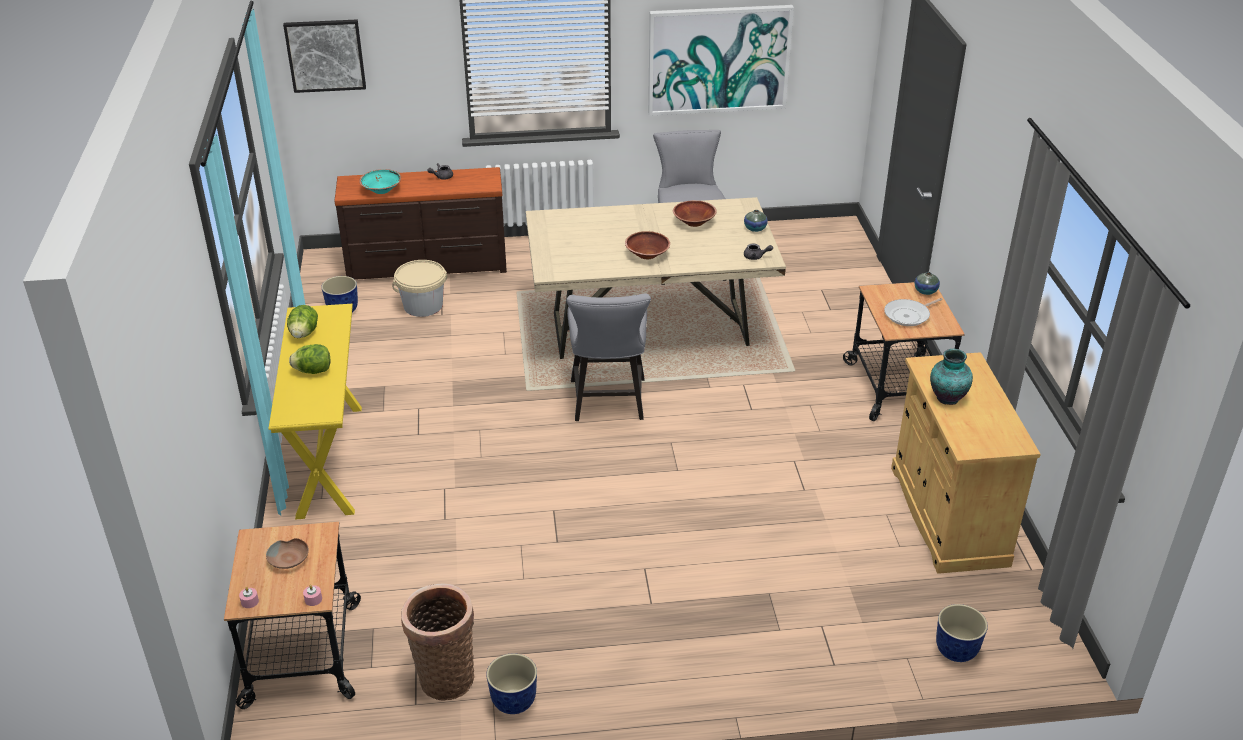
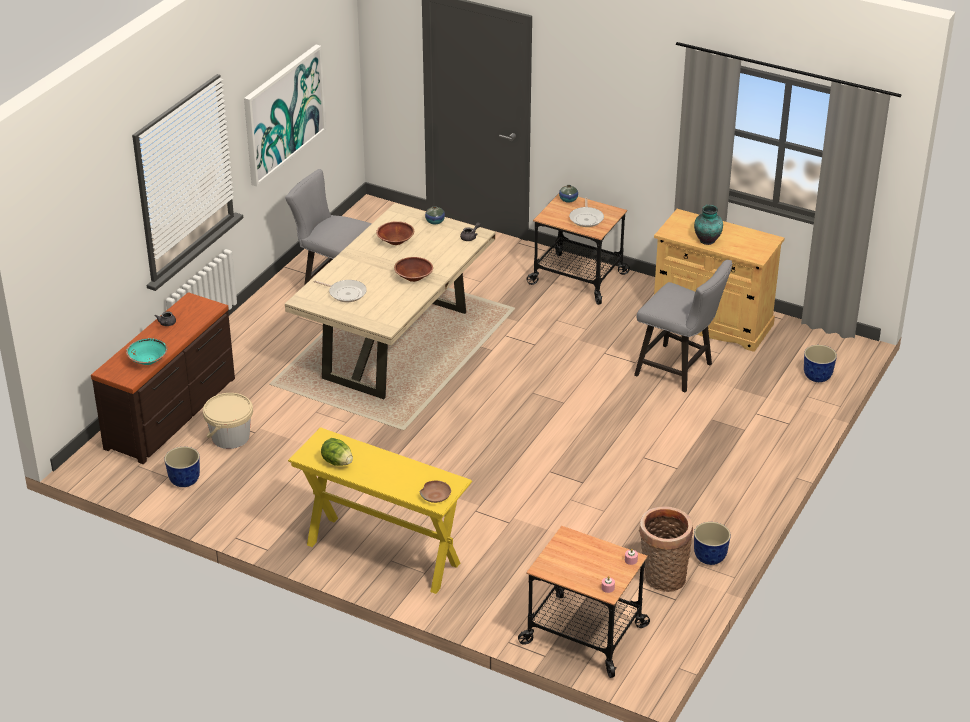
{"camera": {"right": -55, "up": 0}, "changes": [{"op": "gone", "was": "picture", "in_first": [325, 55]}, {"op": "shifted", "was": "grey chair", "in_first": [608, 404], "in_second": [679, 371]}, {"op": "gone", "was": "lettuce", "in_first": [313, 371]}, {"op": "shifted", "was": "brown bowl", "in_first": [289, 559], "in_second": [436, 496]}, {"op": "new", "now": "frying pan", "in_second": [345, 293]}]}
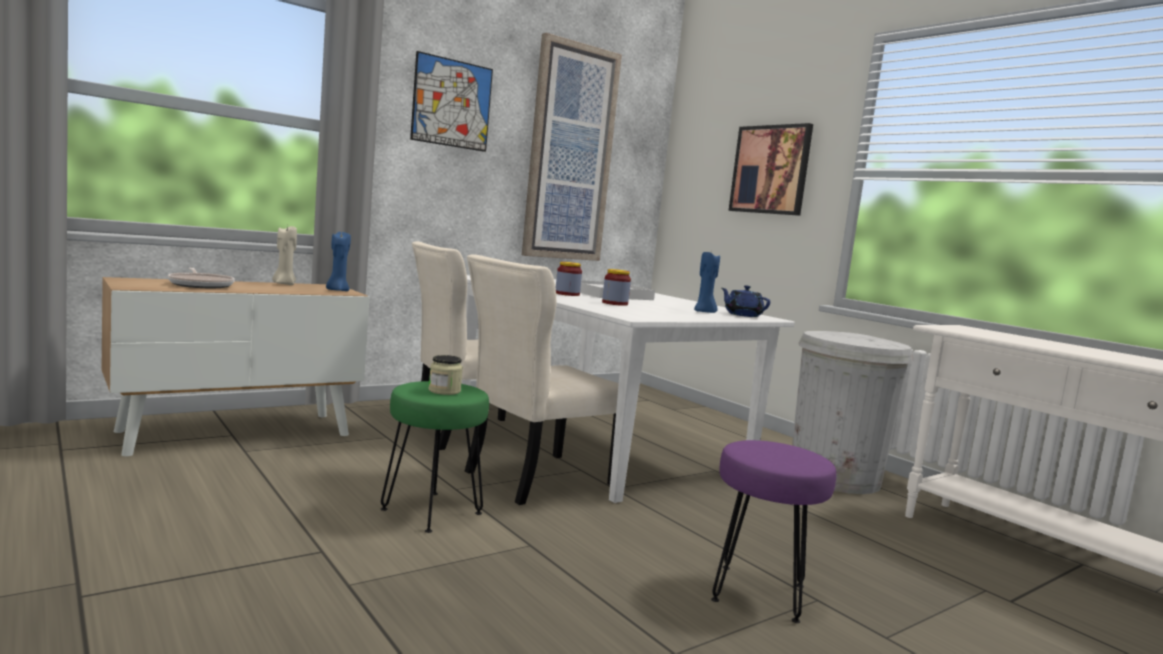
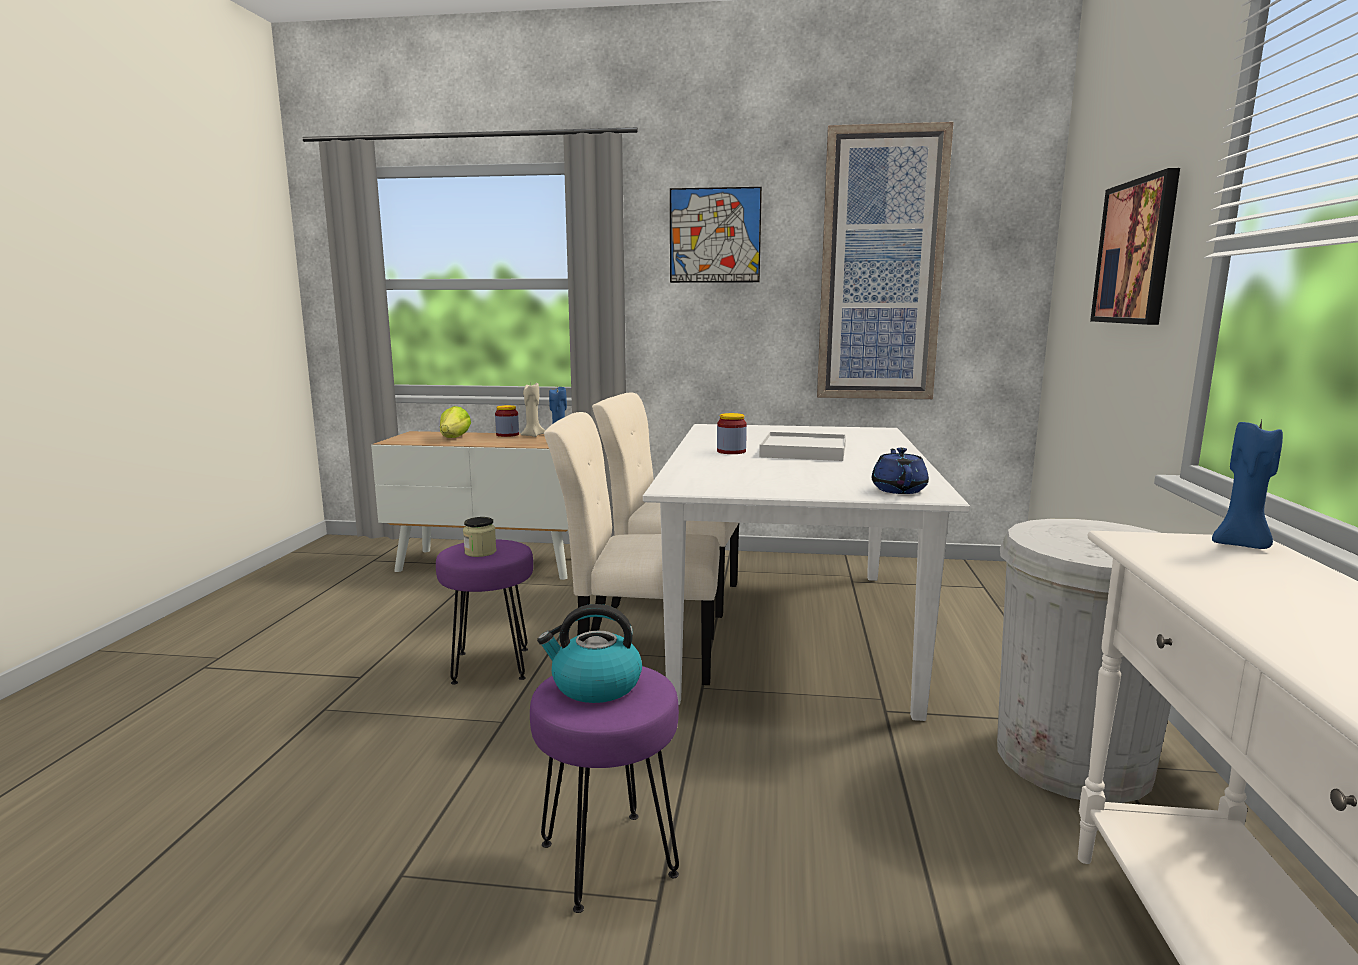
{"camera": {"right": 45, "up": 5}, "changes": [{"op": "shifted", "was": "blue candle", "in_first": [704, 312], "in_second": [1241, 545]}, {"op": "swapped", "was": "frying pan", "now": "lettuce", "in_first": [201, 285], "in_second": [454, 438]}, {"op": "shifted", "was": "jar", "in_first": [615, 303], "in_second": [507, 435]}, {"op": "repainted", "was": "green stool", "now": "purple stool", "in_first": [431, 511], "in_second": [492, 665]}, {"op": "new", "now": "kettle", "in_second": [595, 686]}]}
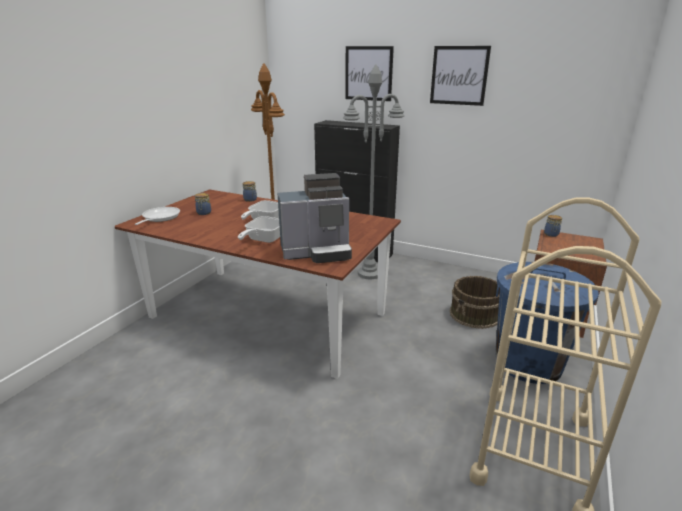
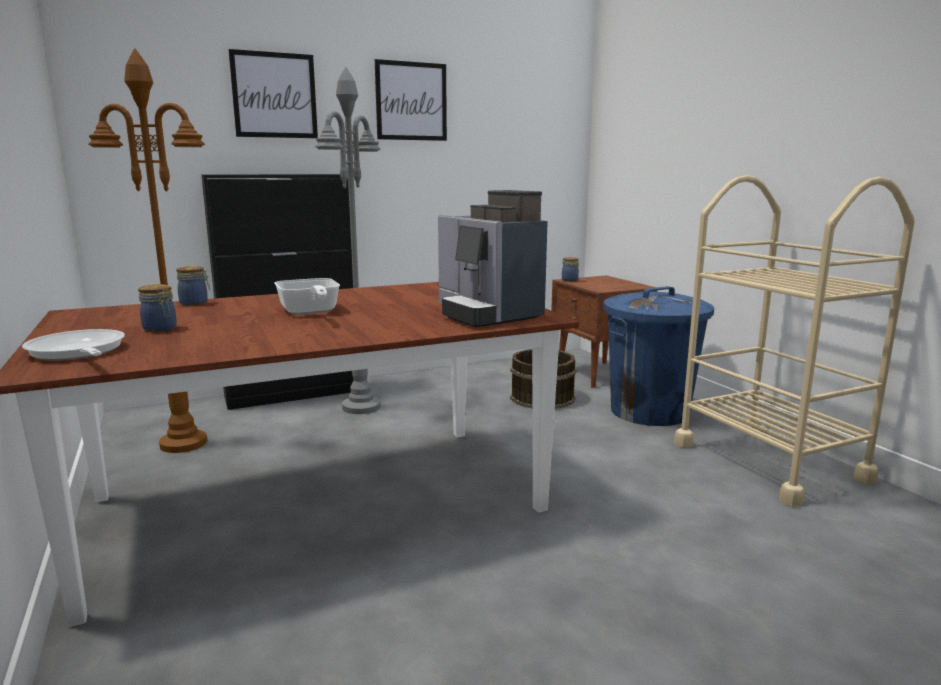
{"camera": {"right": -50, "up": -10}, "changes": [{"op": "rotated", "was": "coffee machine", "in_first": [317, 252], "in_second": [486, 314], "clockwise": 120}, {"op": "gone", "was": "frying pan", "in_first": [263, 240]}]}
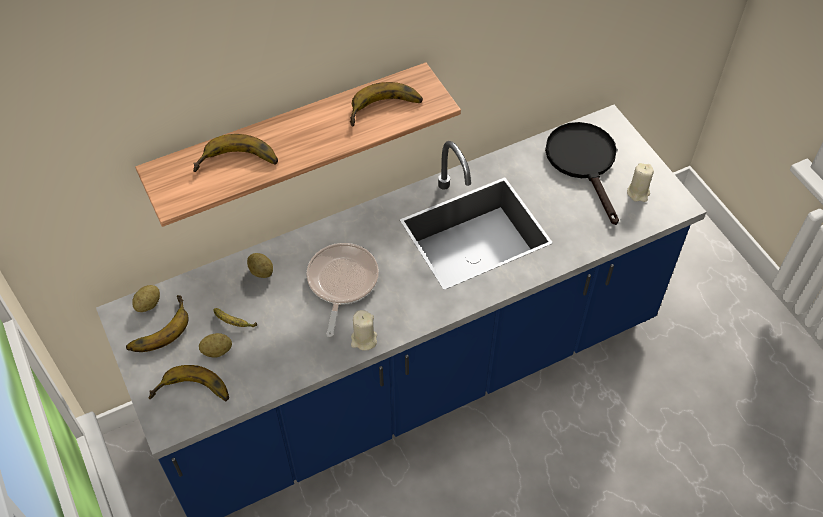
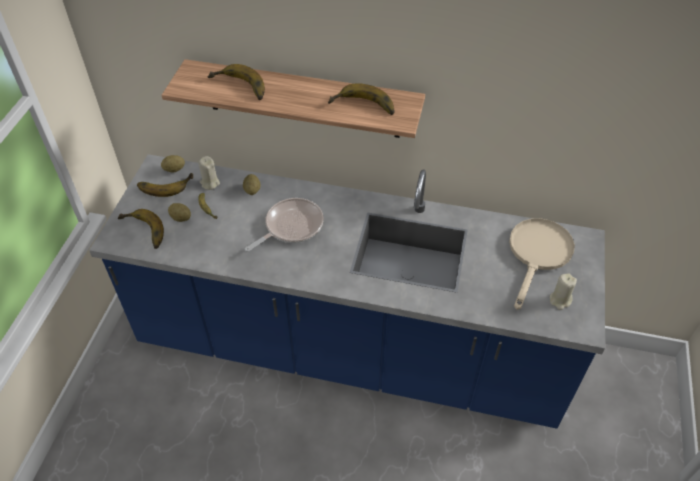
{"camera": {"right": 40, "up": -5}, "changes": [{"op": "repainted", "was": "black frying pan", "now": "beige frying pan", "in_first": [584, 162], "in_second": [538, 255]}, {"op": "shifted", "was": "beige candle", "in_first": [364, 340], "in_second": [210, 183]}]}
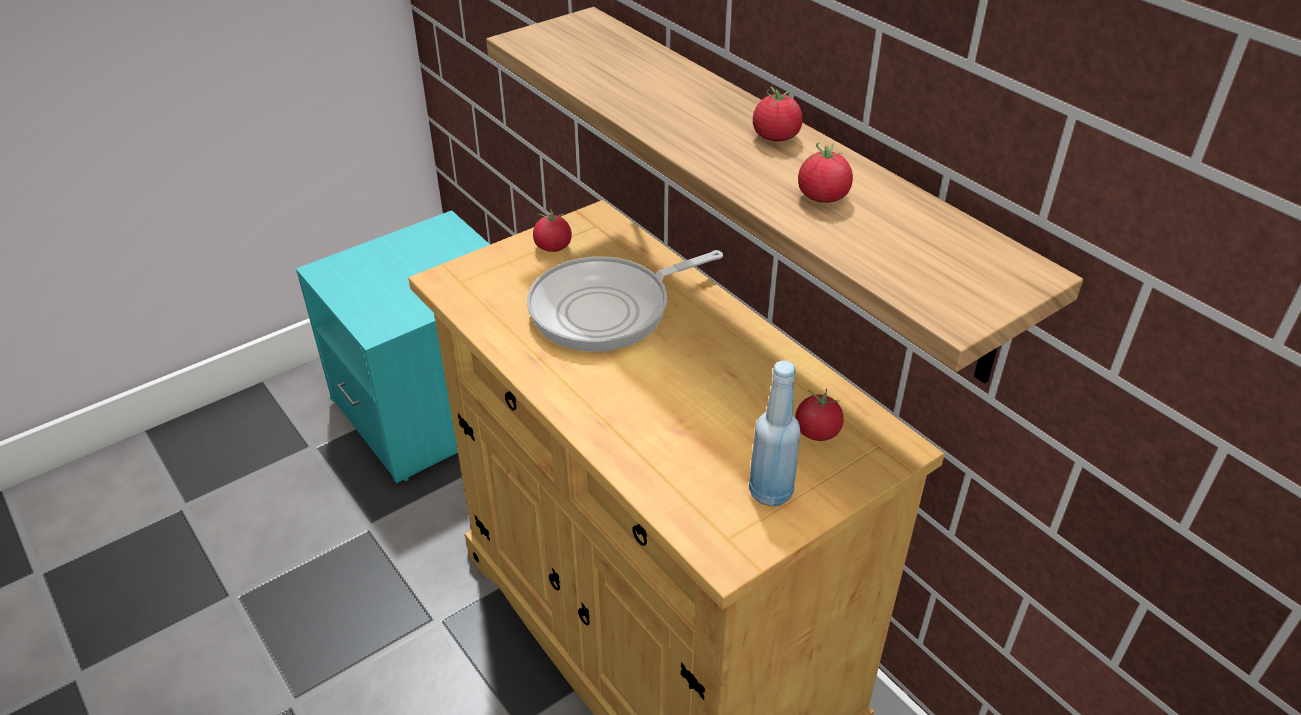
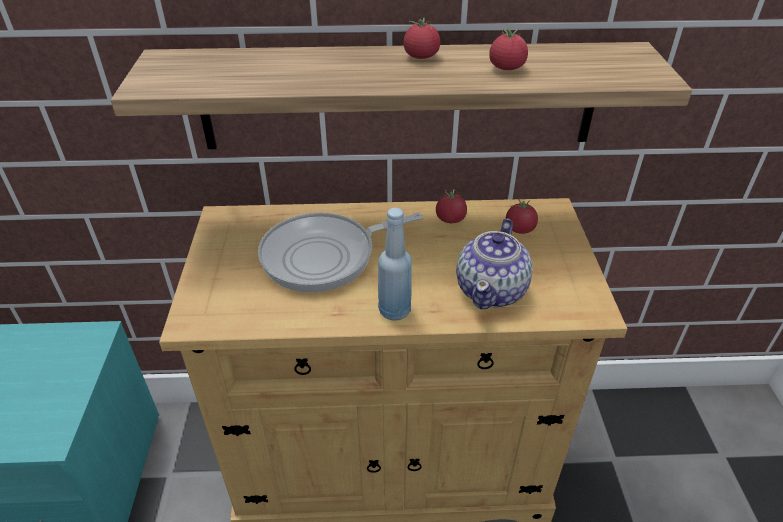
{"camera": {"right": -55, "up": 0}, "changes": [{"op": "shifted", "was": "tomato", "in_first": [553, 247], "in_second": [450, 219]}, {"op": "rotated", "was": "frying pan", "in_first": [608, 309], "in_second": [325, 256], "clockwise": 60}, {"op": "shifted", "was": "blue bottle", "in_first": [770, 492], "in_second": [394, 311]}, {"op": "new", "now": "teapot", "in_second": [492, 290]}]}
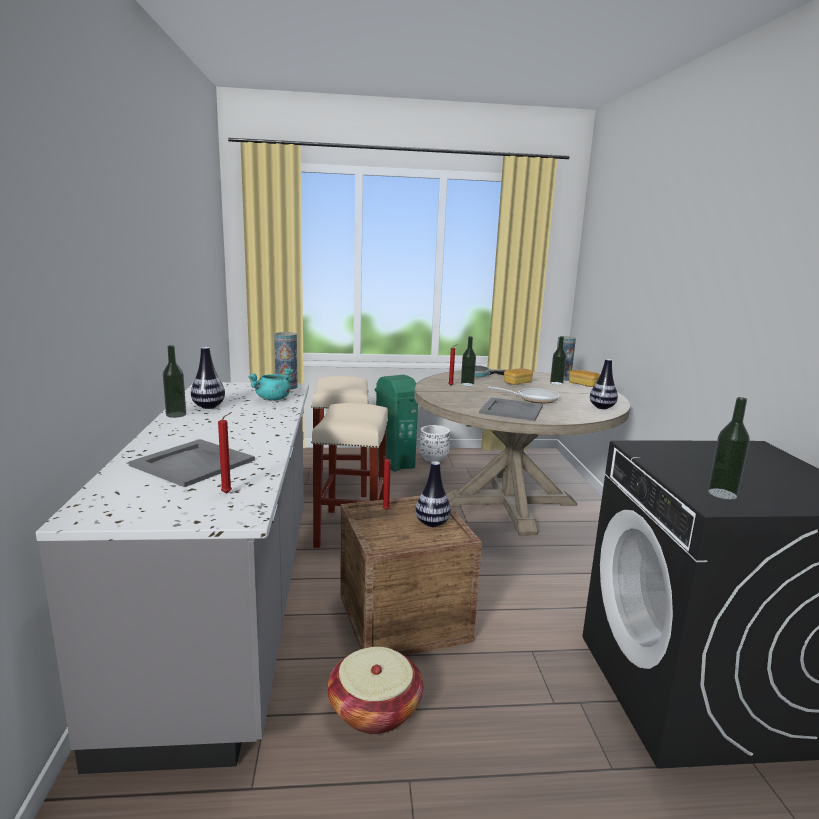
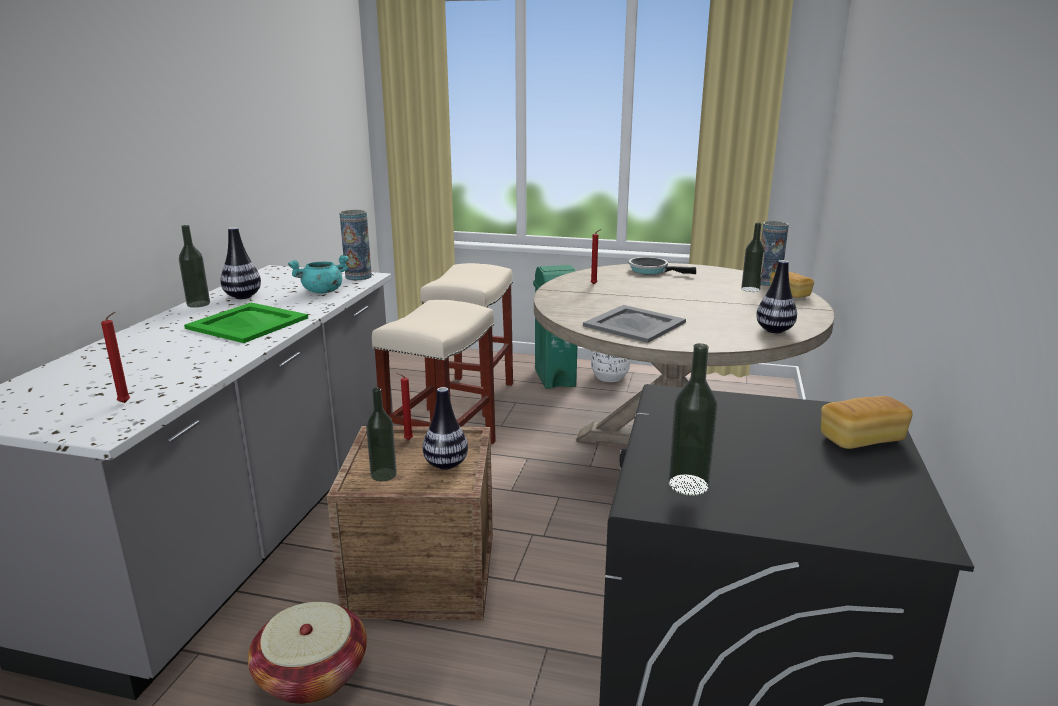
{"camera": {"right": 20, "up": 5}, "changes": [{"op": "shifted", "was": "bottle", "in_first": [467, 384], "in_second": [383, 474]}, {"op": "shifted", "was": "bread", "in_first": [517, 383], "in_second": [861, 439]}, {"op": "gone", "was": "frying pan", "in_first": [533, 399]}, {"op": "gone", "was": "grey tray", "in_first": [194, 462]}, {"op": "new", "now": "green tray", "in_second": [249, 323]}]}
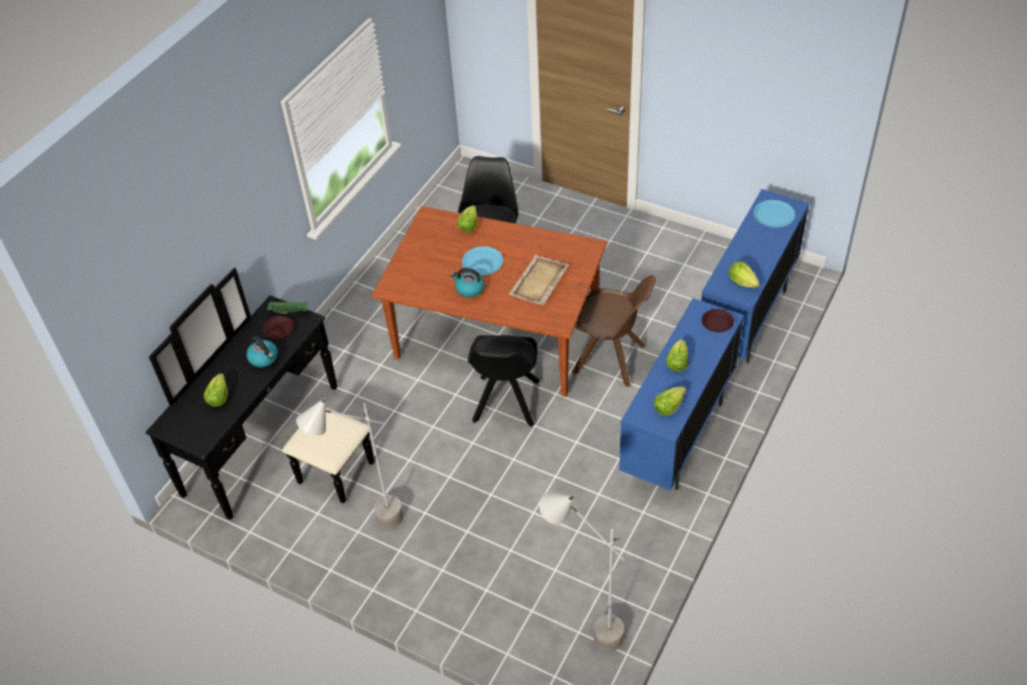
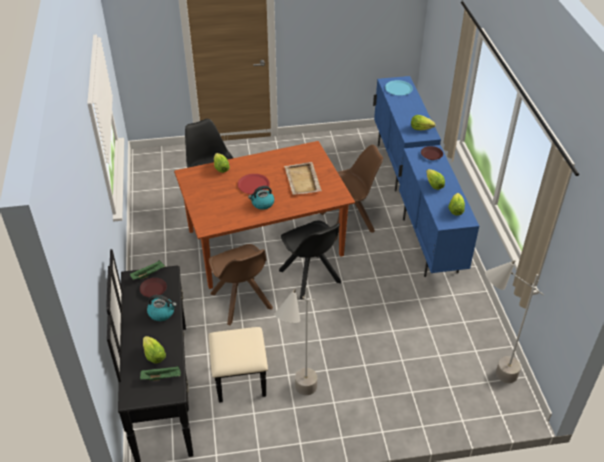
{"camera": {"right": -40, "up": -5}, "changes": [{"op": "repainted", "was": "blue plate", "now": "red plate", "in_first": [482, 262], "in_second": [253, 184]}, {"op": "new", "now": "brown chair", "in_second": [242, 302]}, {"op": "new", "now": "green tray", "in_second": [162, 377]}]}
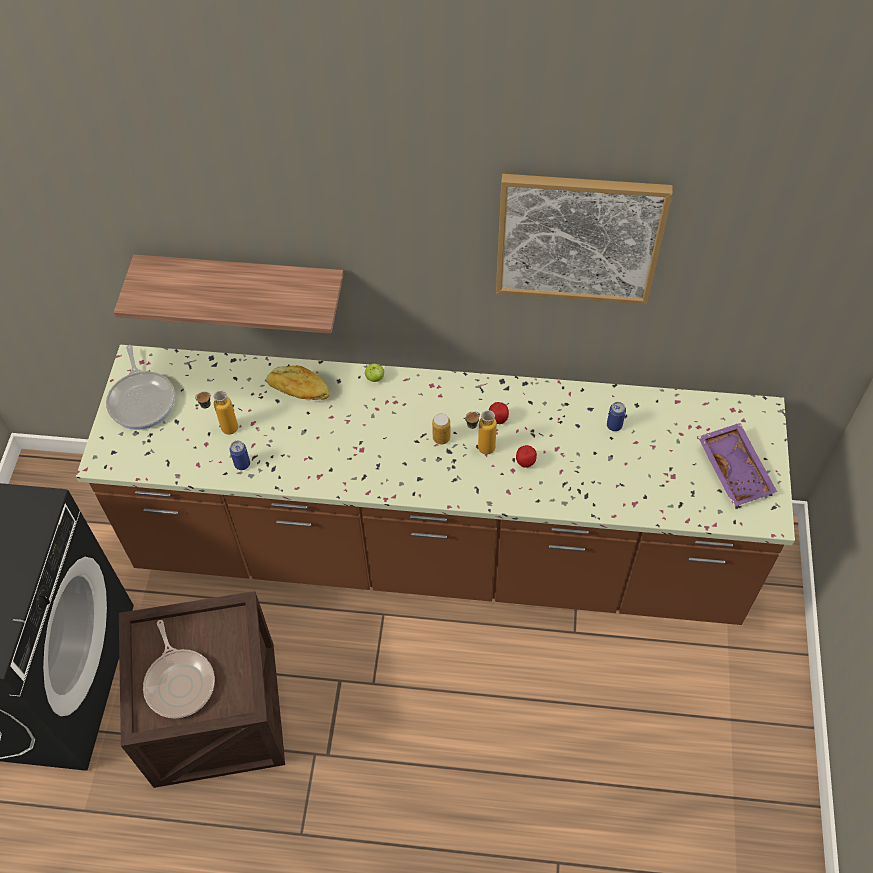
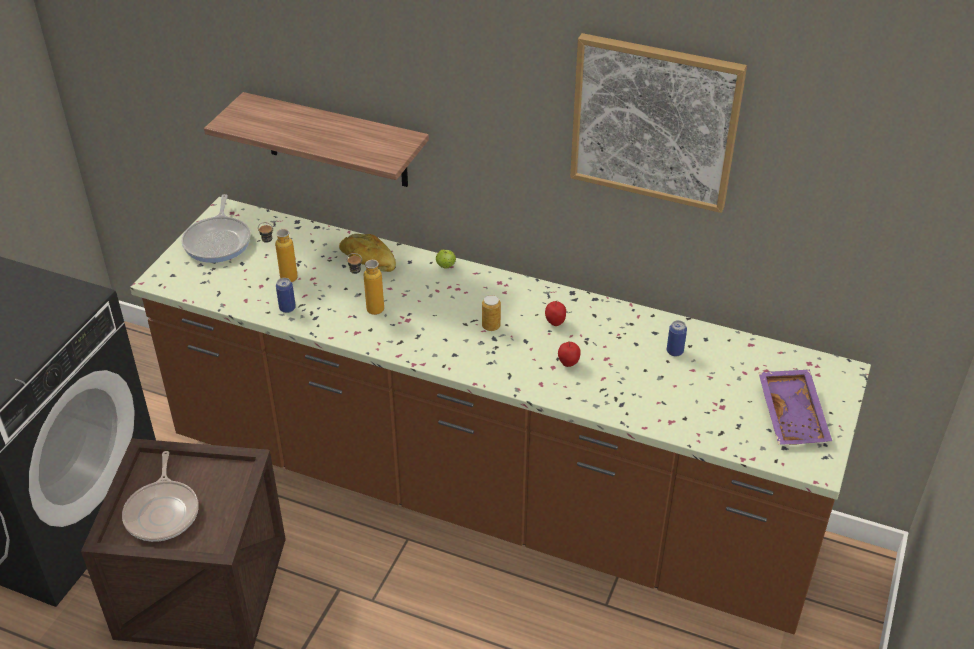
{"camera": {"right": 15, "up": -15}, "changes": [{"op": "shifted", "was": "bottle", "in_first": [479, 450], "in_second": [367, 309]}]}
